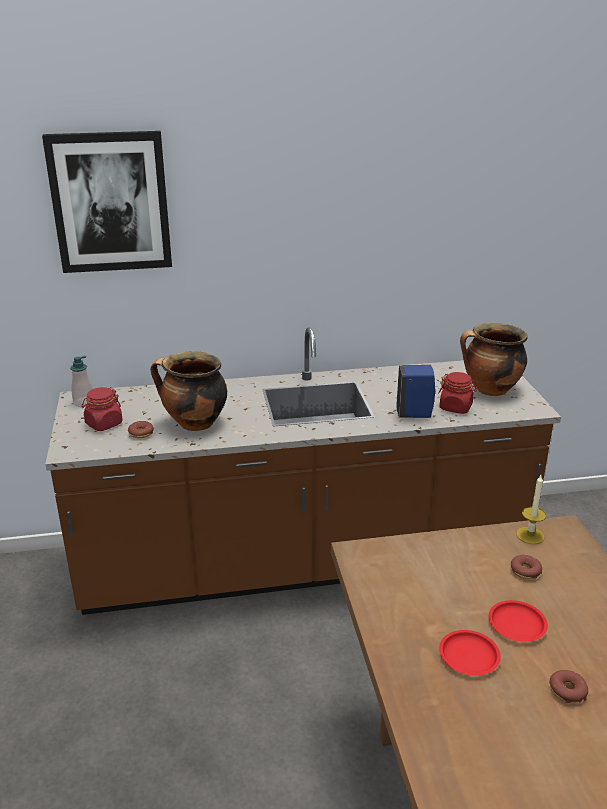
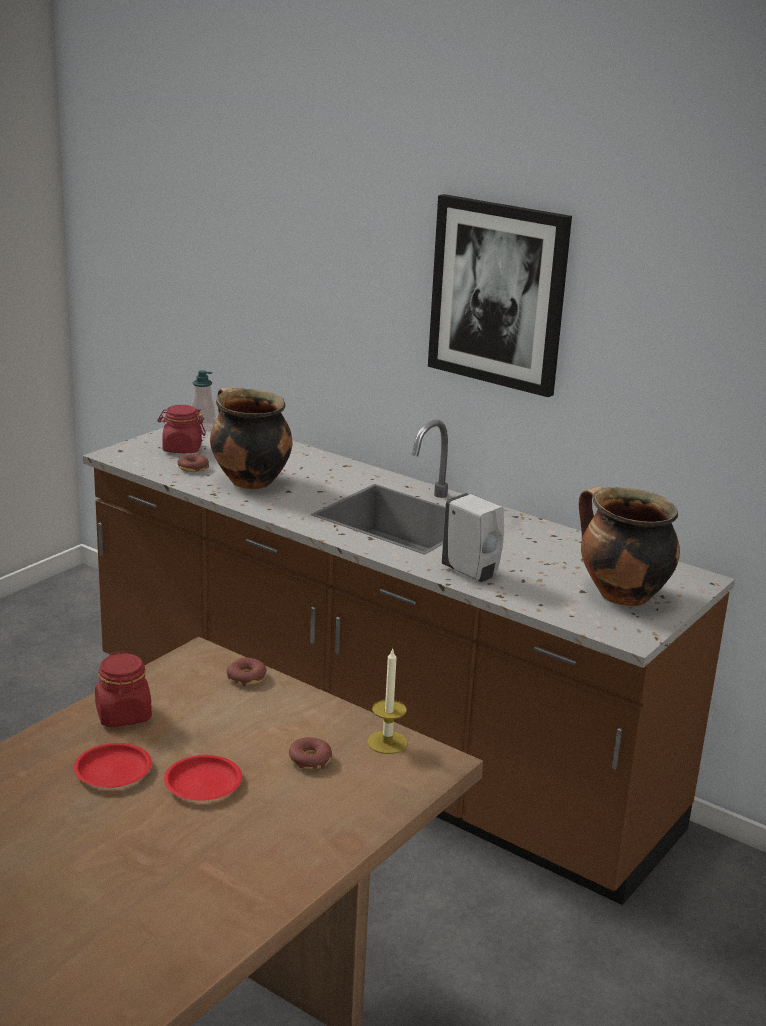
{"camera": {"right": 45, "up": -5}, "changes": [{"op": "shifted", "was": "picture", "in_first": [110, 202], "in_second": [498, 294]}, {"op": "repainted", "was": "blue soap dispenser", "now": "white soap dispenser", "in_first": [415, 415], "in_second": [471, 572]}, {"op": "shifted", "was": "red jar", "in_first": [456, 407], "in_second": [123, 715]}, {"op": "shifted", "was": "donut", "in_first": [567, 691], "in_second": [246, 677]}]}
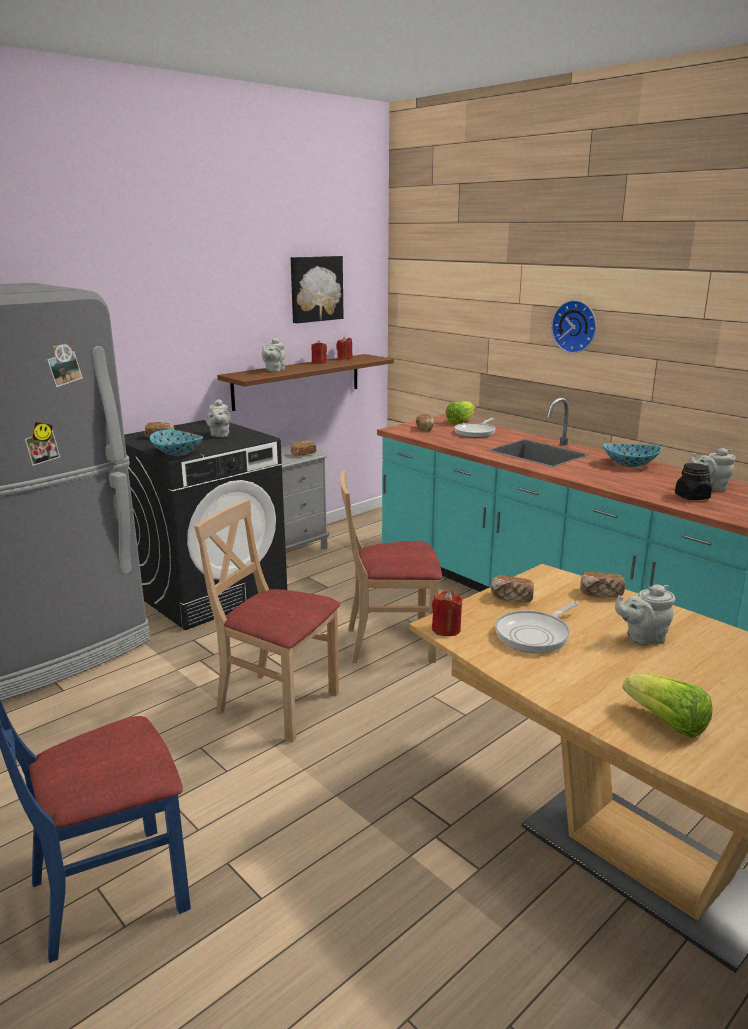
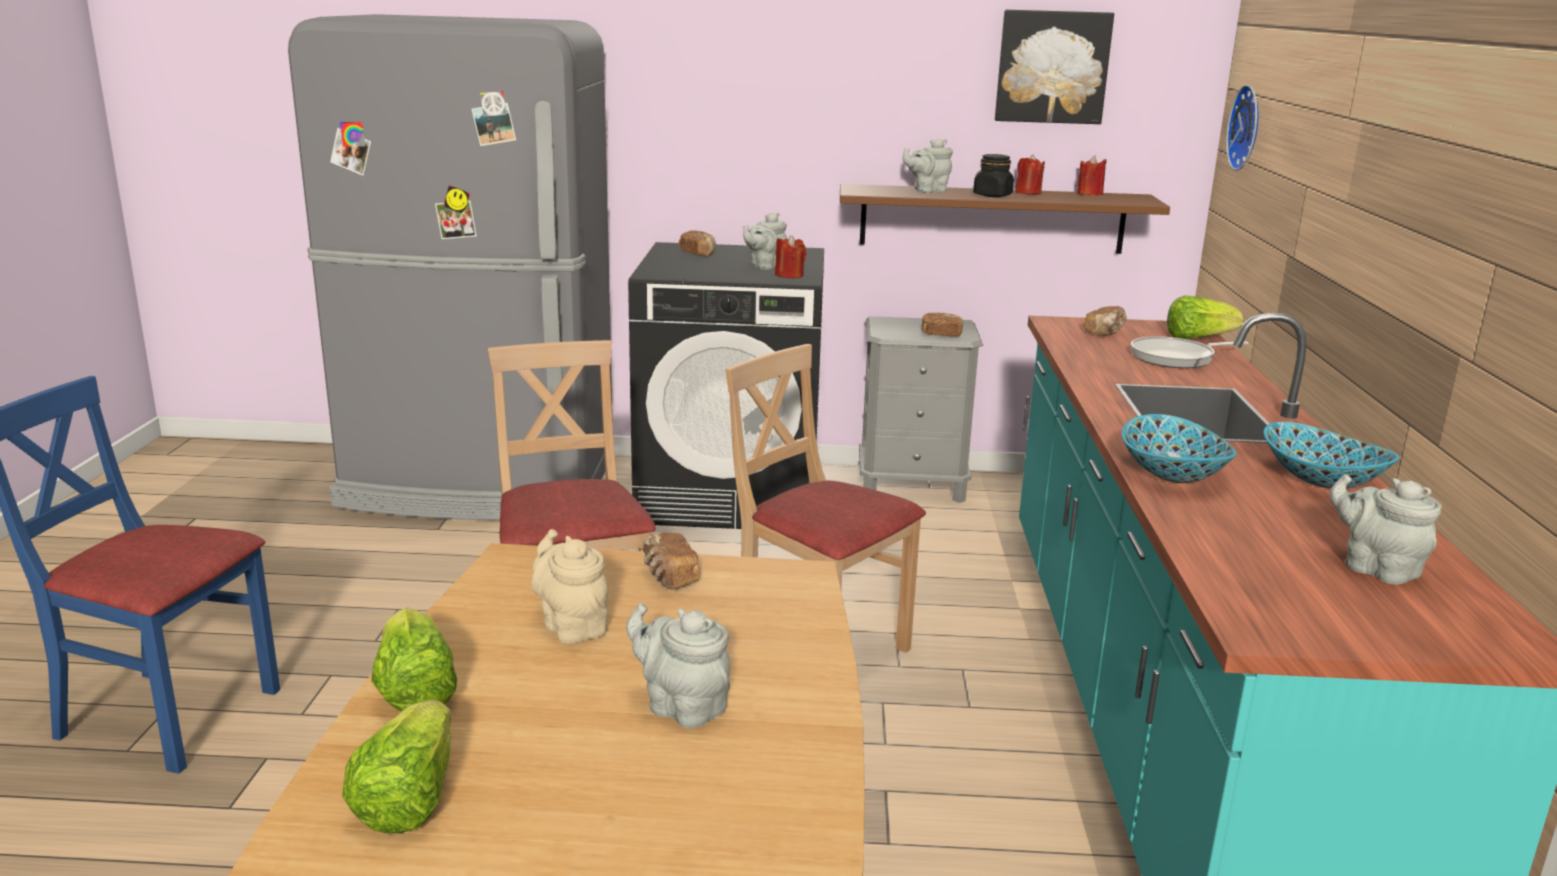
{"camera": {"right": 45, "up": 0}, "changes": [{"op": "shifted", "was": "wall clock", "in_first": [575, 326], "in_second": [1248, 128]}, {"op": "shifted", "was": "bowl", "in_first": [178, 453], "in_second": [1173, 474]}, {"op": "shifted", "was": "black jar", "in_first": [692, 497], "in_second": [992, 195]}, {"op": "gone", "was": "bread", "in_first": [601, 594]}, {"op": "shifted", "was": "red candle", "in_first": [446, 629], "in_second": [789, 275]}, {"op": "swapped", "was": "frying pan", "now": "beige teapot", "in_first": [535, 635], "in_second": [572, 625]}, {"op": "new", "now": "lettuce", "in_second": [415, 689]}]}
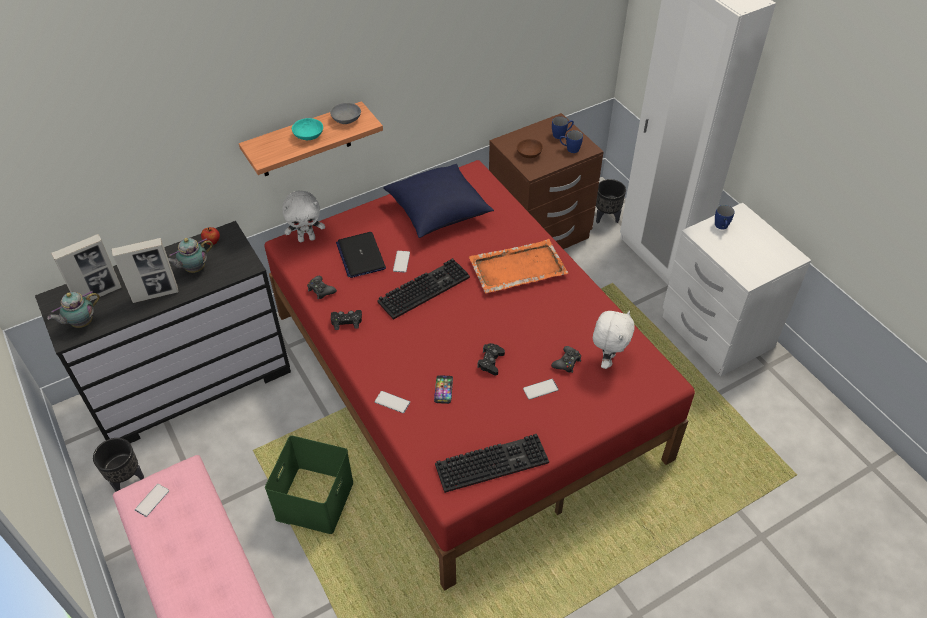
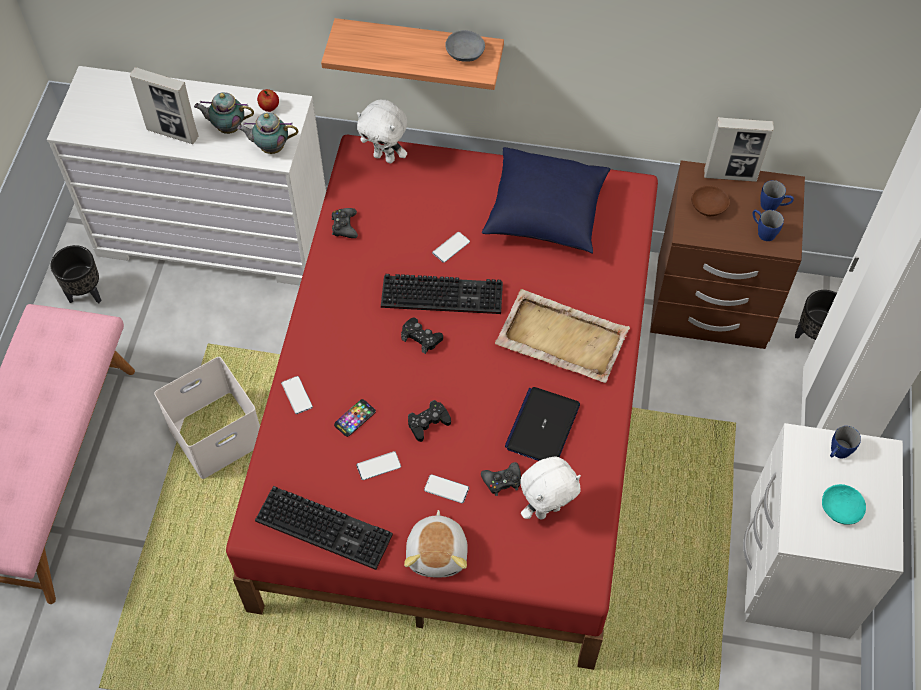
{"camera": {"right": 40, "up": 10}, "changes": [{"op": "shifted", "was": "turquoise bowl", "in_first": [308, 136], "in_second": [839, 510]}, {"op": "repainted", "was": "black dresser", "now": "white dresser", "in_first": [192, 383], "in_second": [215, 235]}, {"op": "shifted", "was": "laptop", "in_first": [360, 255], "in_second": [542, 426]}, {"op": "shifted", "was": "picture frame", "in_first": [98, 294], "in_second": [730, 175]}, {"op": "repainted", "was": "orange tray", "now": "beige tray", "in_first": [517, 268], "in_second": [561, 338]}, {"op": "shifted", "was": "teapot", "in_first": [81, 323], "in_second": [270, 147]}, {"op": "shifted", "was": "black game controller", "in_first": [346, 321], "in_second": [421, 338]}, {"op": "repainted", "was": "green storage box", "now": "white storage box", "in_first": [314, 499], "in_second": [217, 433]}, {"op": "shifted", "was": "phone", "in_first": [152, 500], "in_second": [378, 466]}, {"op": "new", "now": "plush toy", "in_second": [438, 552]}]}
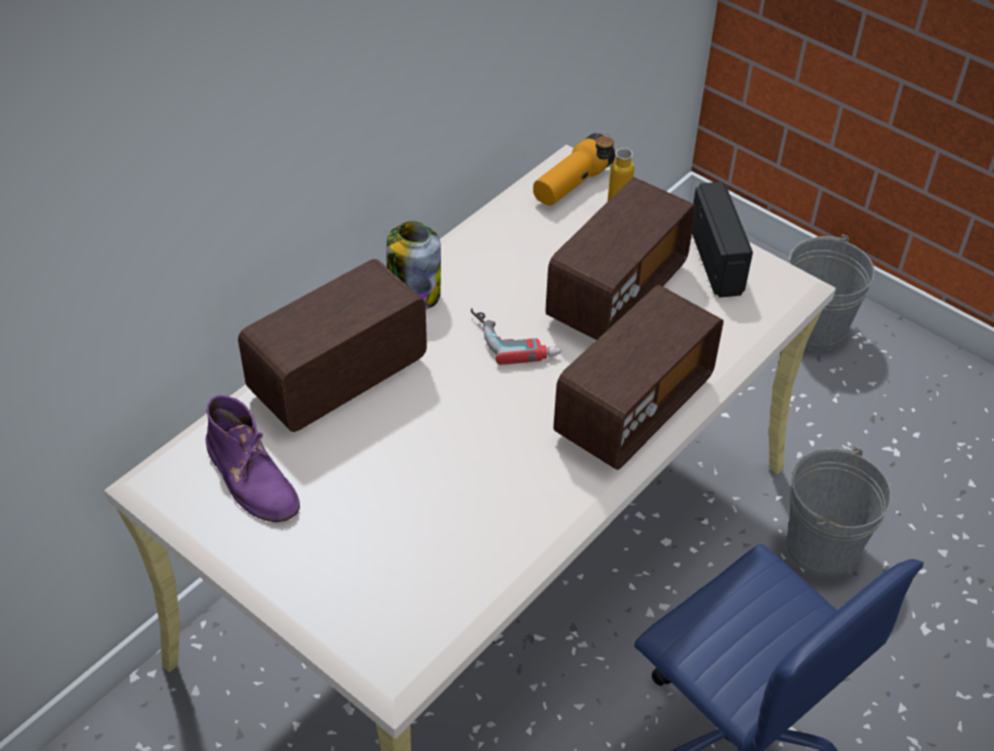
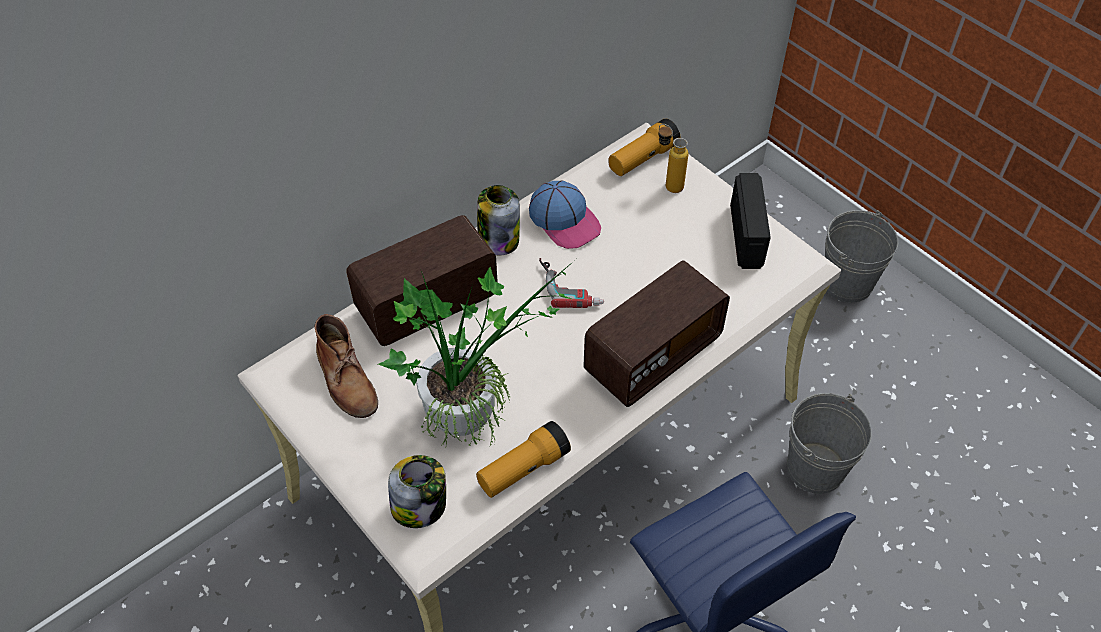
{"camera": {"right": 10, "up": 5}, "changes": [{"op": "gone", "was": "radio", "in_first": [616, 293]}, {"op": "repainted", "was": "purple boot", "now": "brown boot", "in_first": [252, 478], "in_second": [346, 379]}, {"op": "new", "now": "cap", "in_second": [565, 220]}, {"op": "new", "now": "potted plant", "in_second": [471, 406]}, {"op": "new", "now": "flashlight", "in_second": [523, 469]}, {"op": "new", "now": "jar", "in_second": [420, 506]}]}
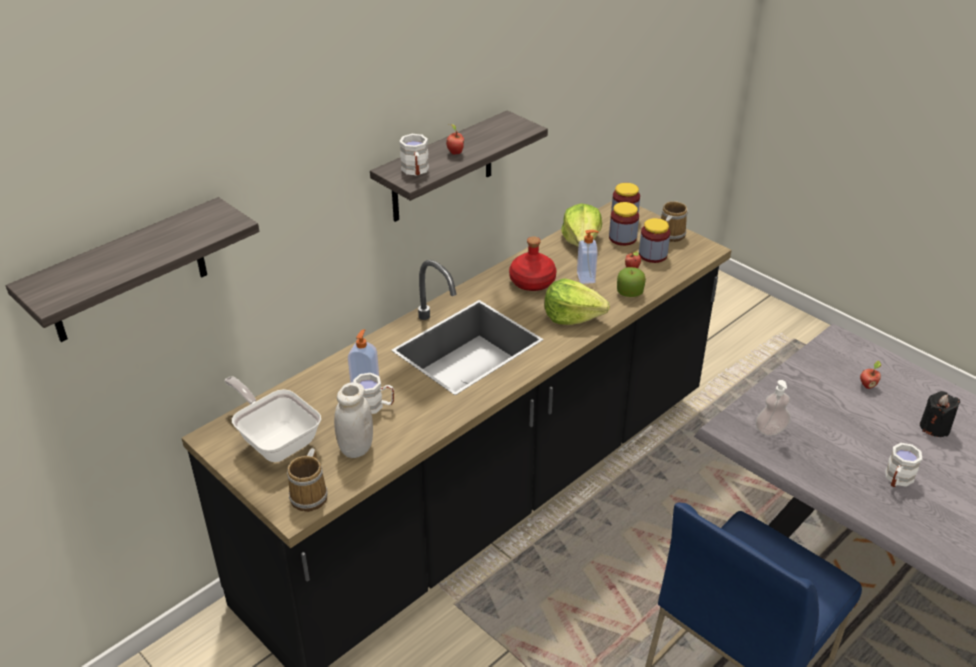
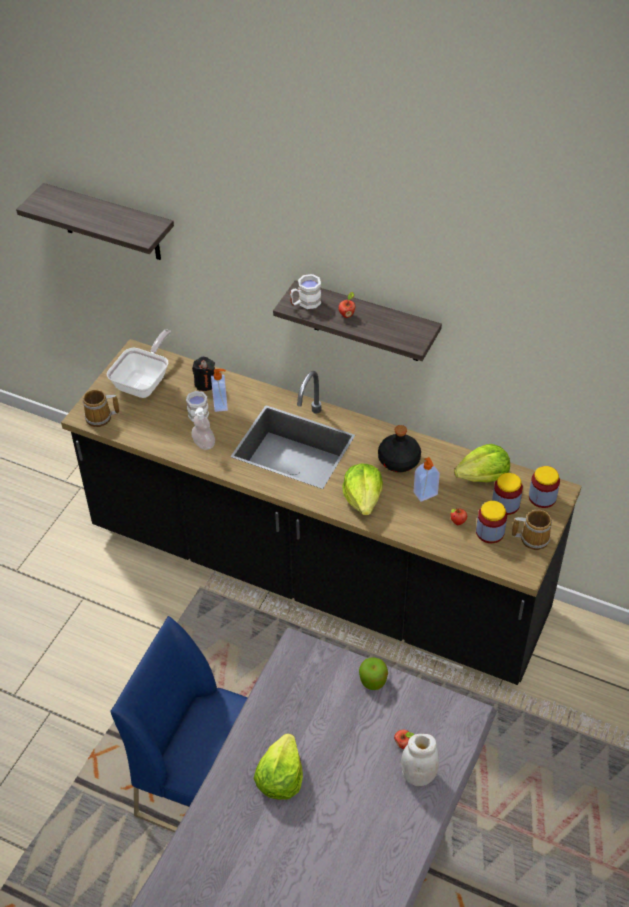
{"camera": {"right": 70, "up": 10}, "changes": [{"op": "repainted", "was": "red bottle", "now": "black bottle", "in_first": [532, 282], "in_second": [398, 460]}, {"op": "shifted", "was": "apple", "in_first": [629, 292], "in_second": [373, 680]}, {"op": "shifted", "was": "soap dispenser", "in_first": [770, 430], "in_second": [204, 444]}, {"op": "shifted", "was": "white jar", "in_first": [356, 448], "in_second": [418, 775]}, {"op": "shifted", "was": "black candle", "in_first": [934, 427], "in_second": [205, 383]}, {"op": "swapped", "was": "white mug", "now": "lettuce", "in_first": [897, 480], "in_second": [280, 777]}]}
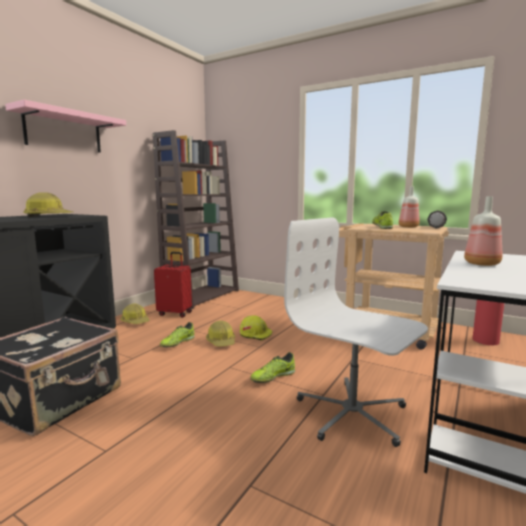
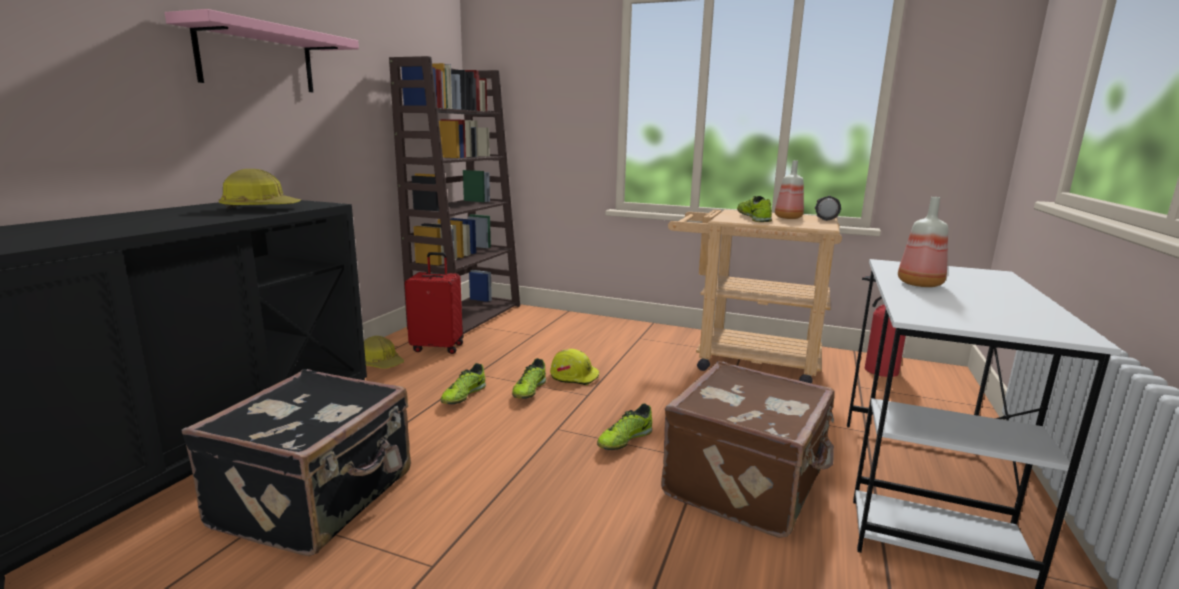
{"camera": {"right": -10, "up": 5}, "changes": [{"op": "swapped", "was": "white office chair", "now": "brown suitcase", "in_first": [352, 414], "in_second": [747, 484]}, {"op": "swapped", "was": "hard hat", "now": "shoe", "in_first": [221, 342], "in_second": [529, 390]}]}
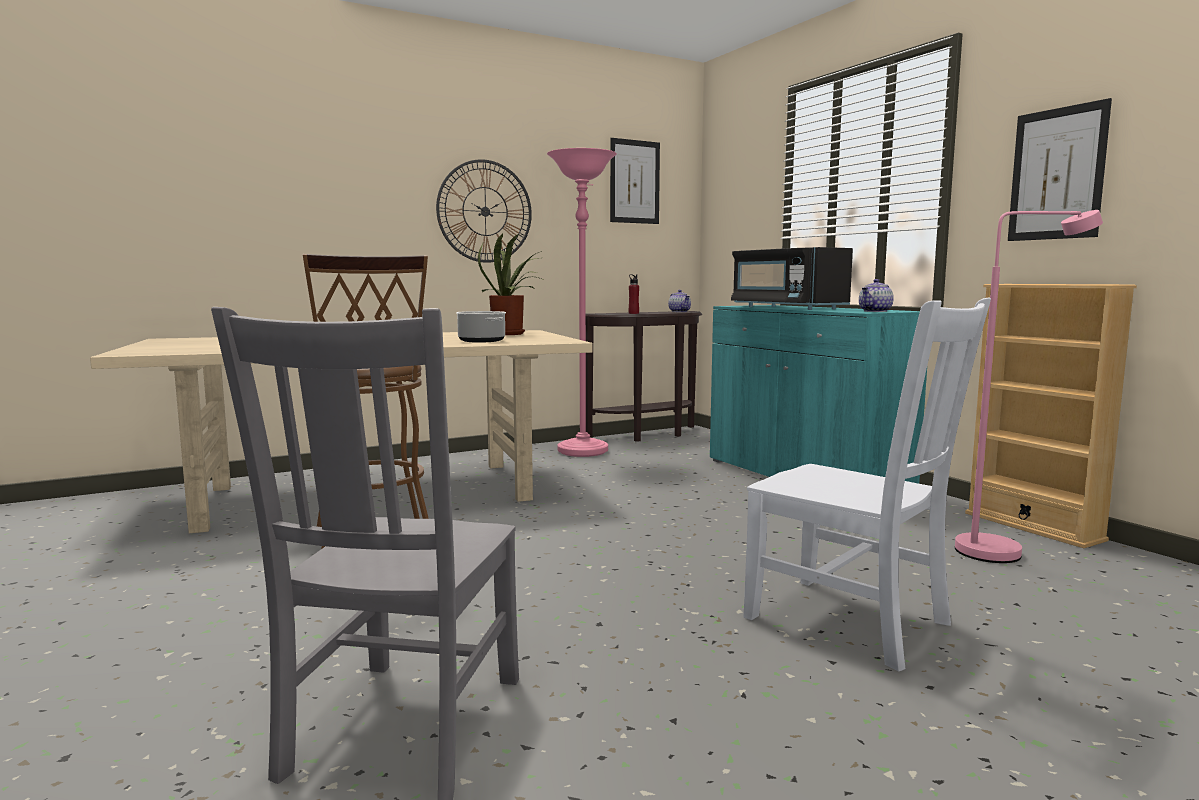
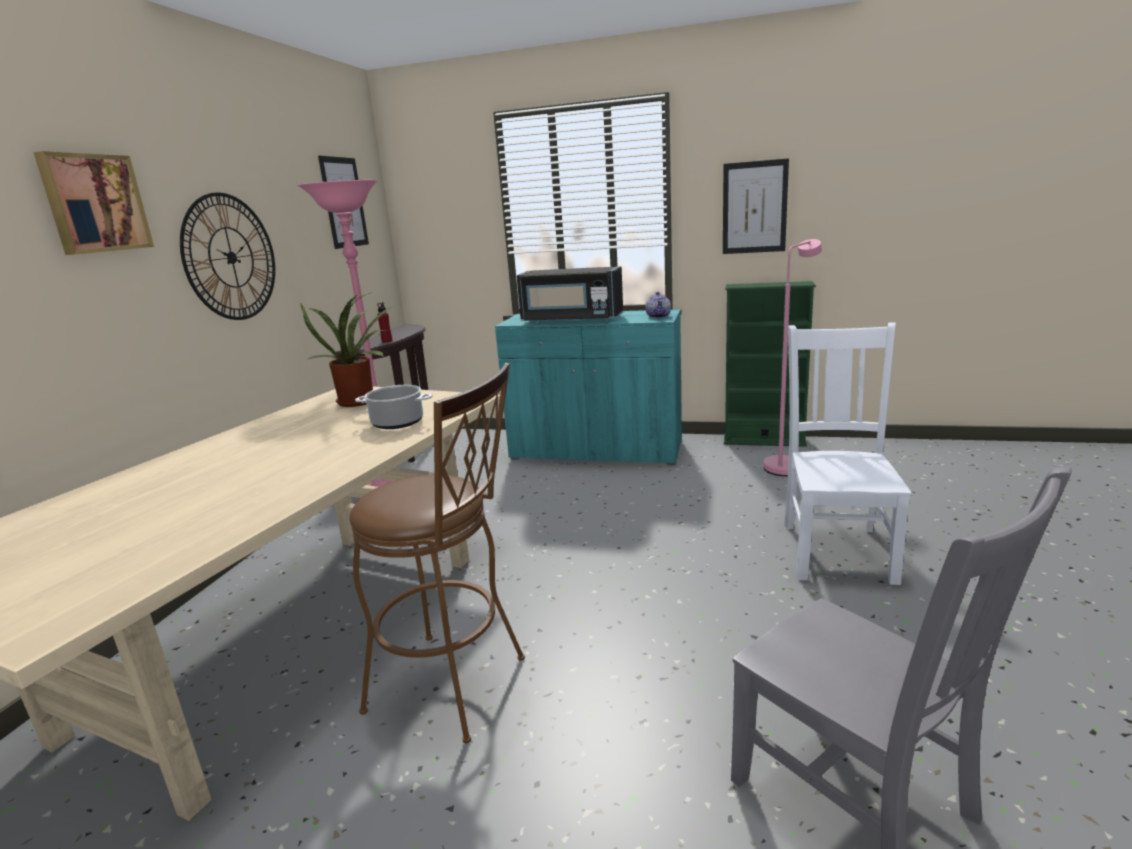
{"camera": {"right": -45, "up": 10}, "changes": [{"op": "repainted", "was": "beige bookcase", "now": "green bookcase", "in_first": [1033, 526], "in_second": [764, 440]}, {"op": "gone", "was": "teapot", "in_first": [679, 311]}, {"op": "rotated", "was": "white chair", "in_first": [853, 622], "in_second": [836, 549], "clockwise": -75}, {"op": "new", "now": "picture", "in_second": [94, 204]}]}
